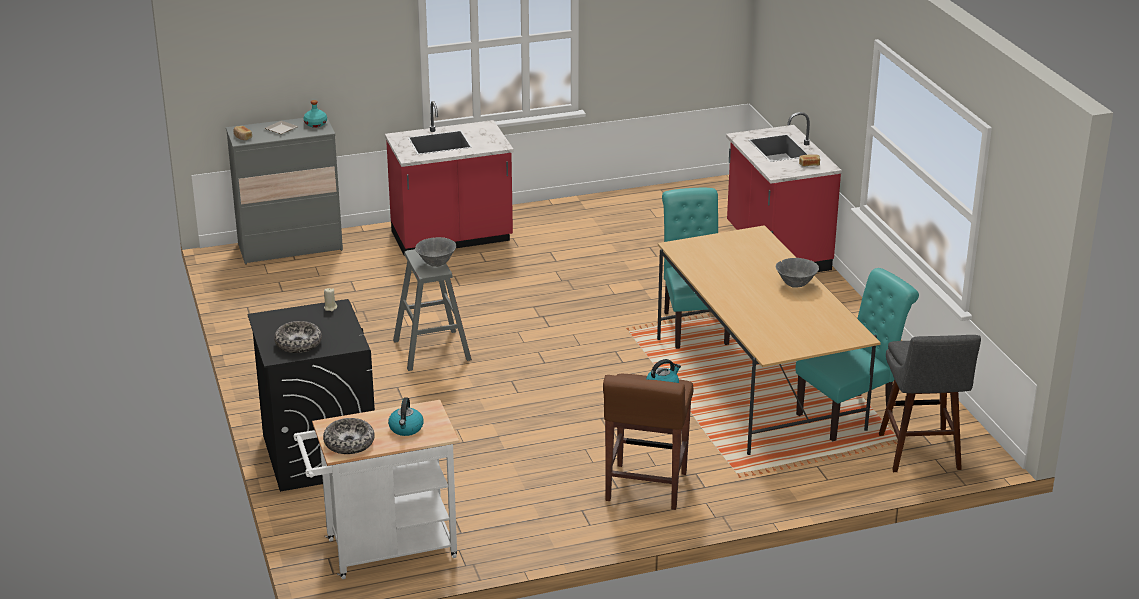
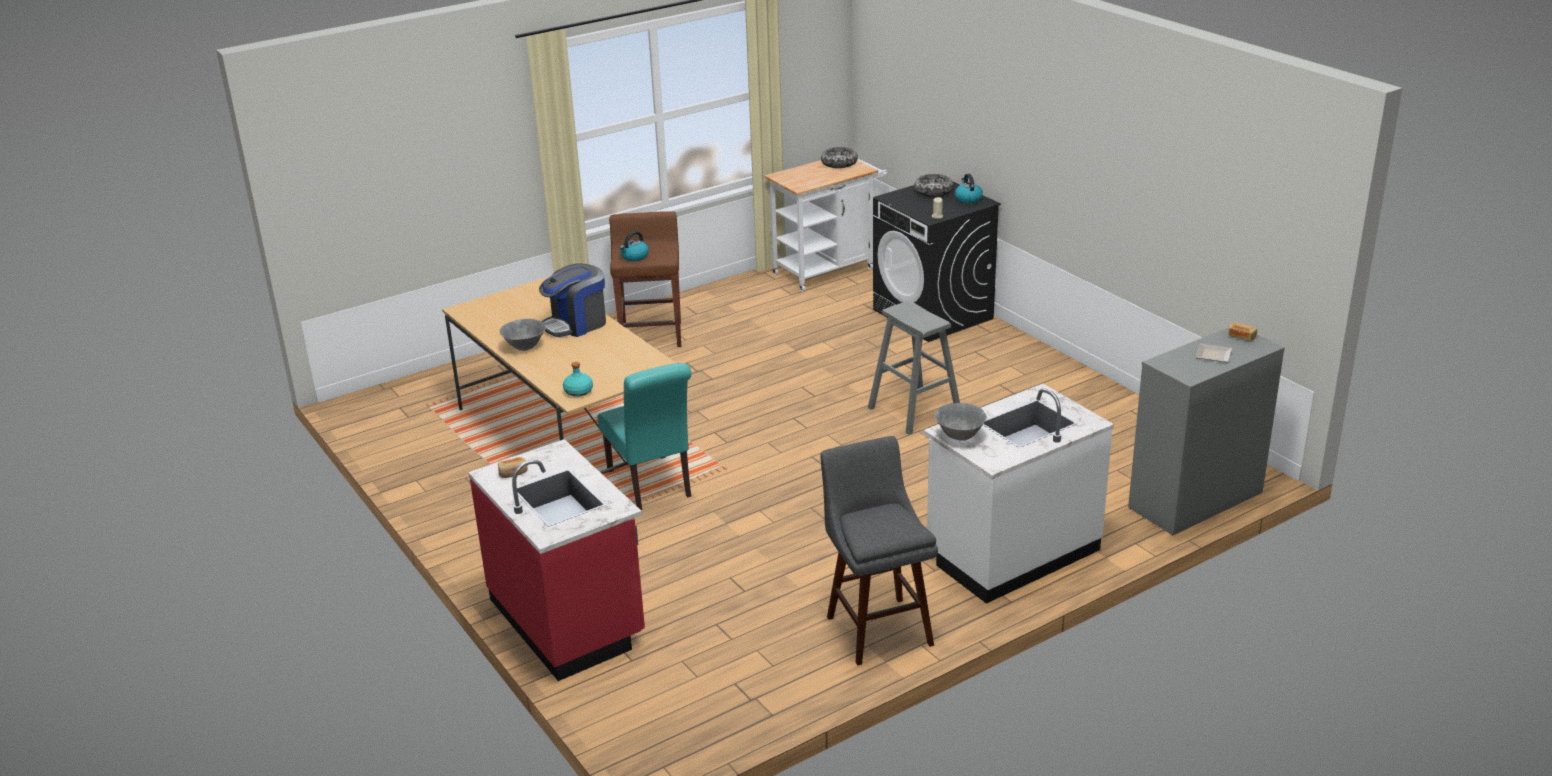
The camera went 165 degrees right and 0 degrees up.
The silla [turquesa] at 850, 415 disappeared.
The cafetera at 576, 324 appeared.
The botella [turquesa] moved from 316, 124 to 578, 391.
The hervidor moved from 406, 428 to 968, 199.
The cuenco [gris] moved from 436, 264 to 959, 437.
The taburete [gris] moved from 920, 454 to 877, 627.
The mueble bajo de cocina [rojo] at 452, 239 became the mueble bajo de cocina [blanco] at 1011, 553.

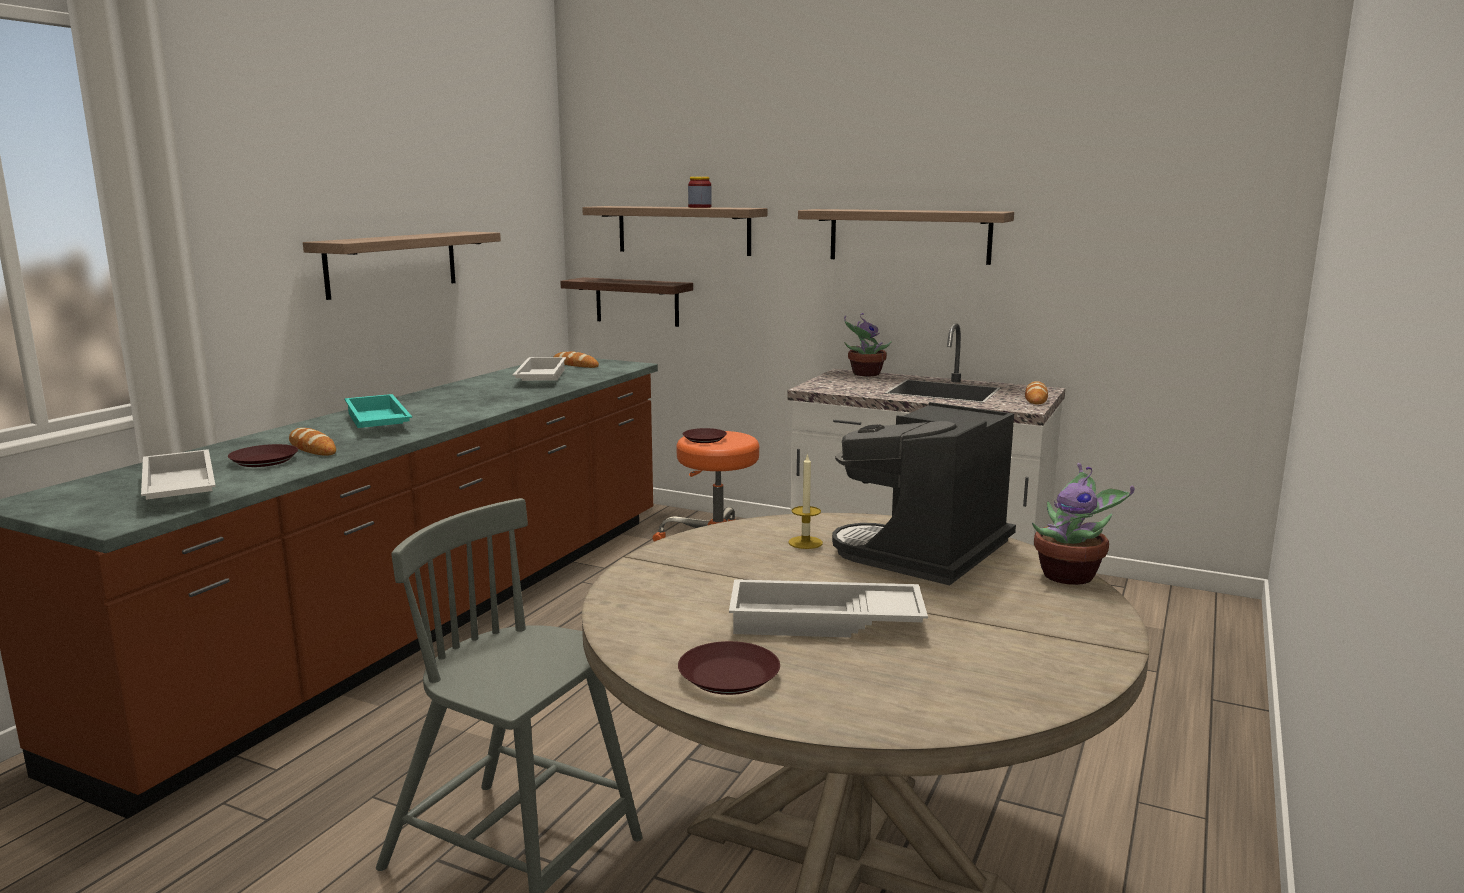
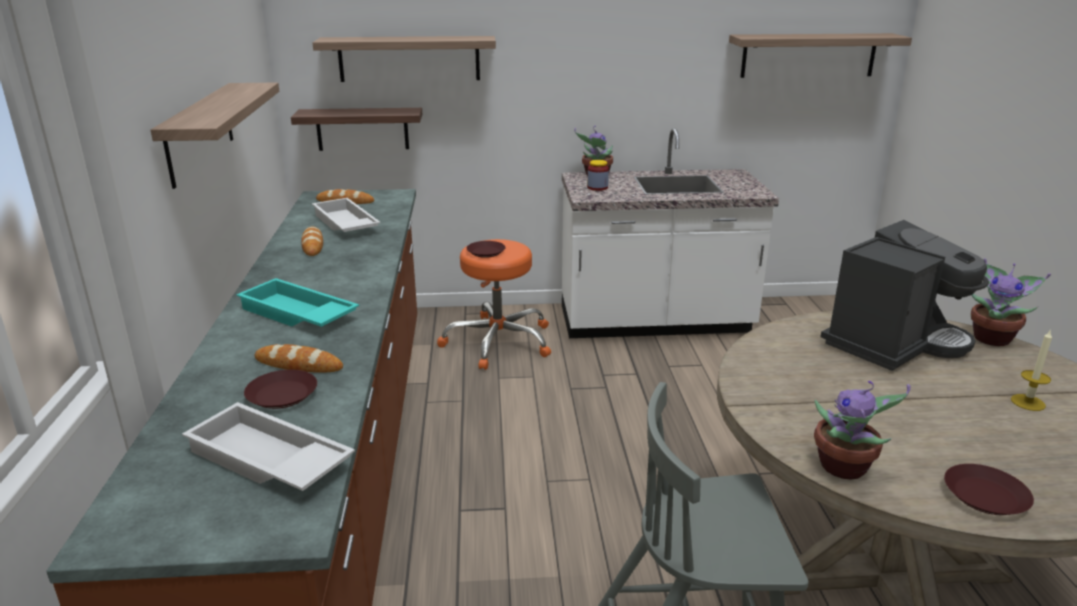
The camera went 30 degrees left and 10 degrees up.
The bandeja [blanco] at 824, 622 disappeared.
The planta en maceta at 845, 468 appeared.
The tarro moved from 699, 207 to 597, 187.
The vela moved from 805, 542 to 1028, 402.
The estante moved from 909, 236 to 808, 55.
The pan moved from 1036, 398 to 312, 245.
The cafetera at 926, 553 turned 135 degrees counterclockwise.

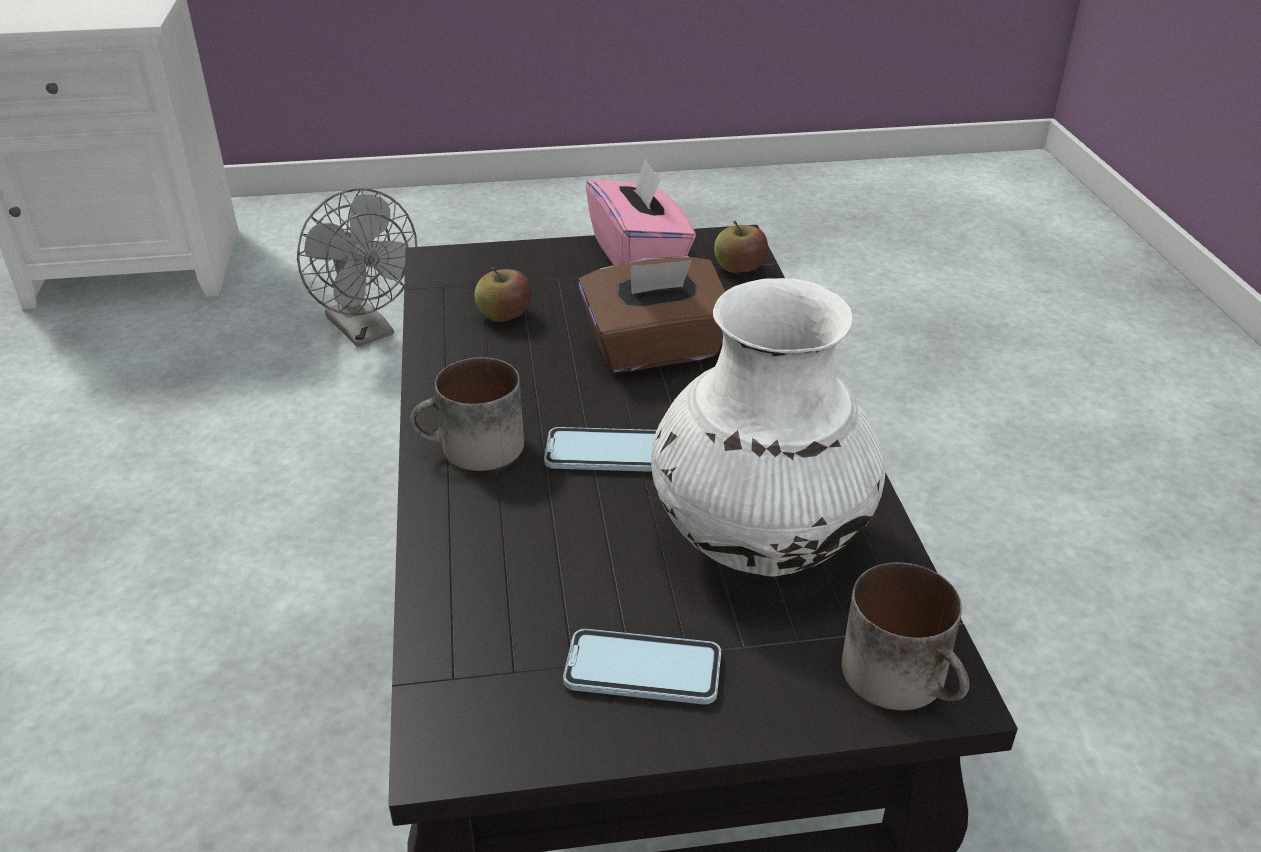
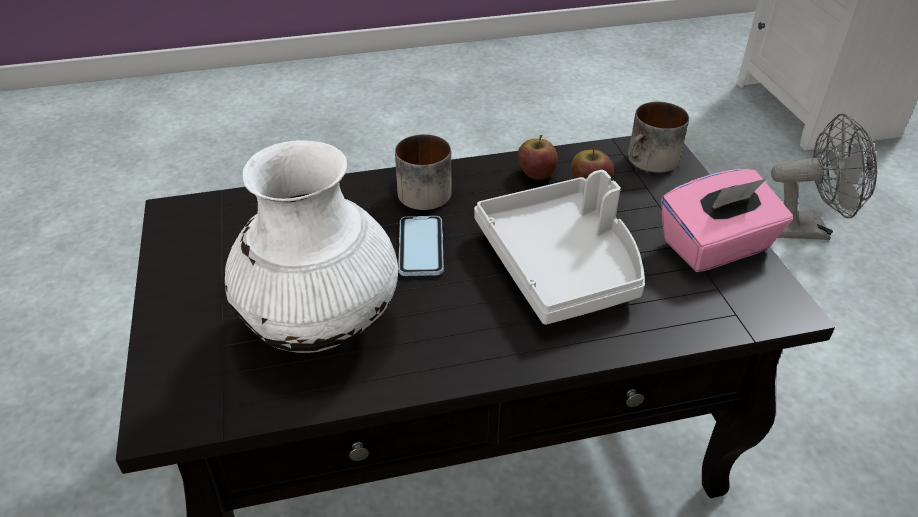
The camera went 85 degrees right and 5 degrees up.
The móvil at 643, 670 disappeared.
The manzana moved from 739, 268 to 536, 173.
The taza grande moved from 906, 678 to 650, 162.
The caja de pañuelos [marrón] at 655, 351 was replaced by the bandeja [gris] at 562, 264.
The ventilador [gris] at 367, 332 turned 135 degrees counterclockwise.

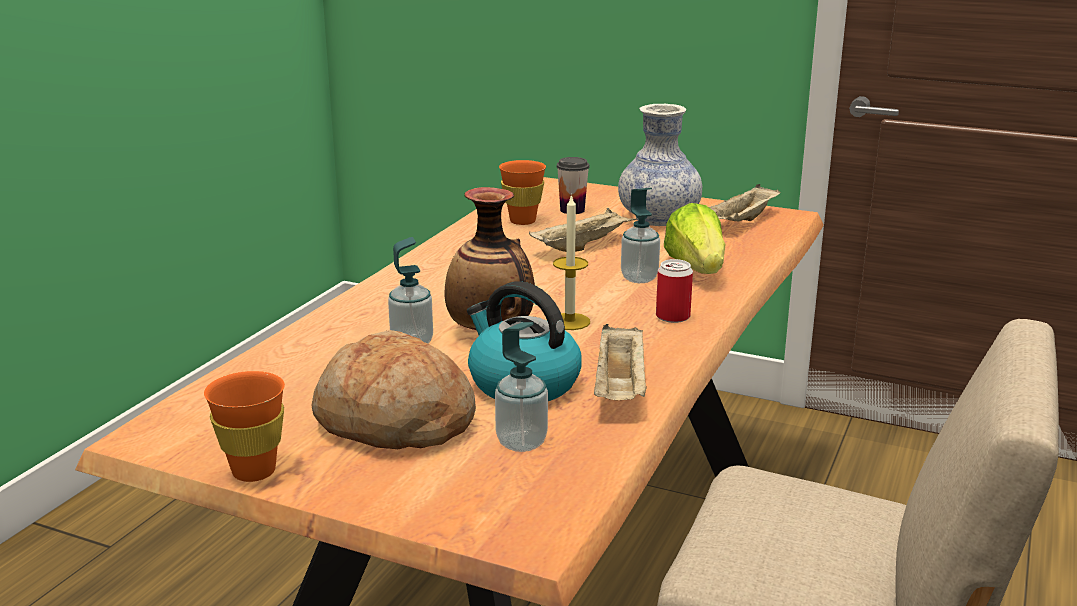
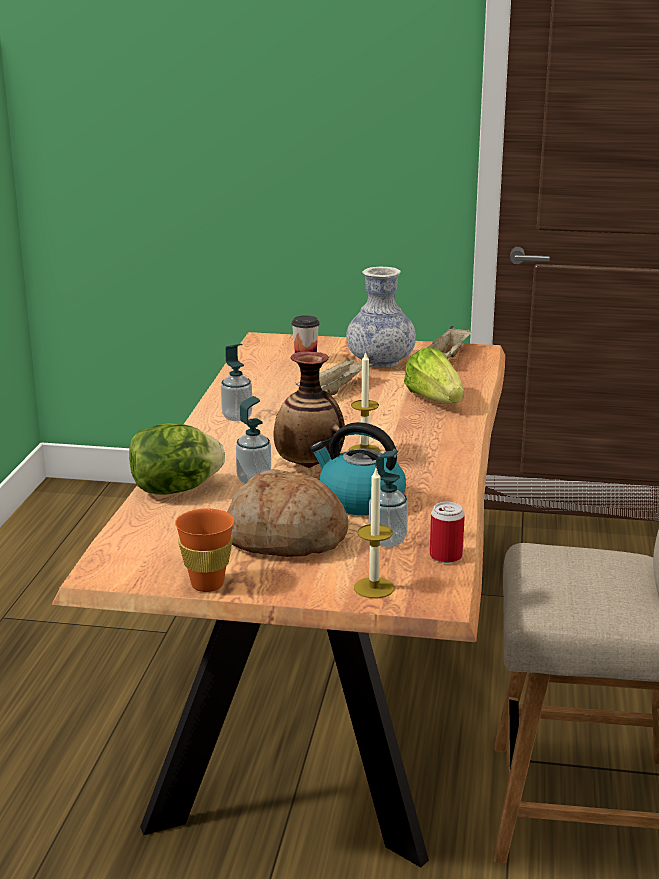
The camera went 15 degrees left and 0 degrees up.
The taza [naranja] at 522, 221 disappeared.
The bandeja [beis] at 620, 388 disappeared.
The lechuga at 175, 489 appeared.
The vela at 374, 588 appeared.
The dispensador de jabón moved from 639, 278 to 237, 417.
The lata moved from 672, 317 to 446, 556.

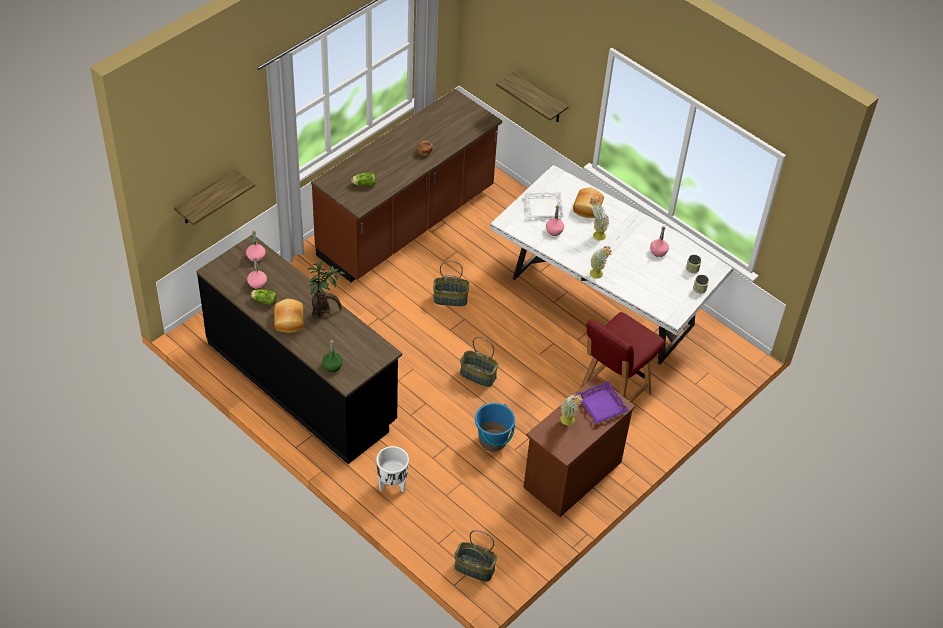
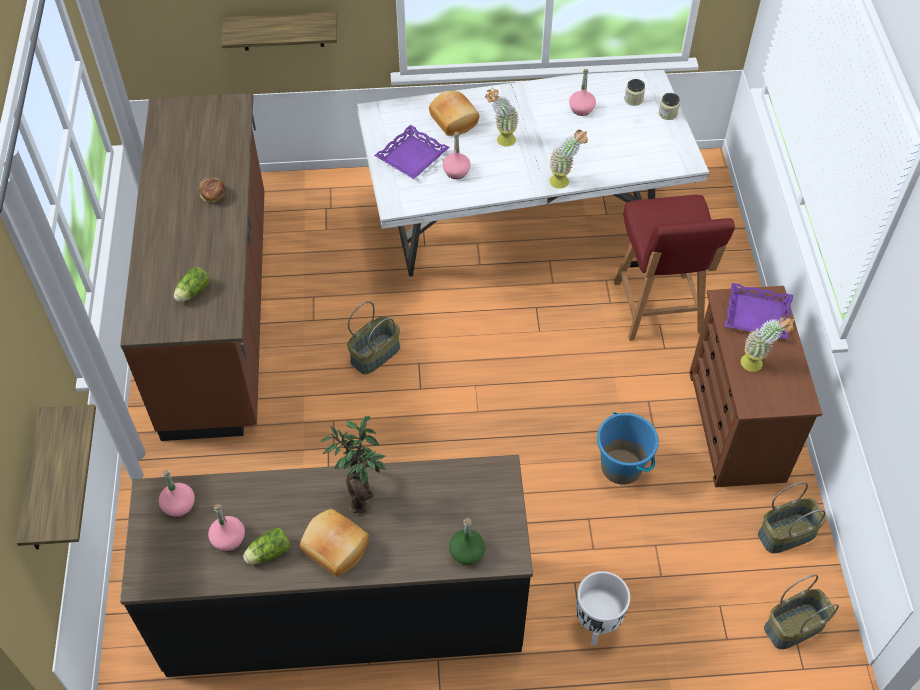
The camera went 45 degrees left and 5 degrees up.
The cesta moved from 478, 375 to 787, 533.
The bandeja [blanco] at 543, 208 became the bandeja [morado] at 412, 157.

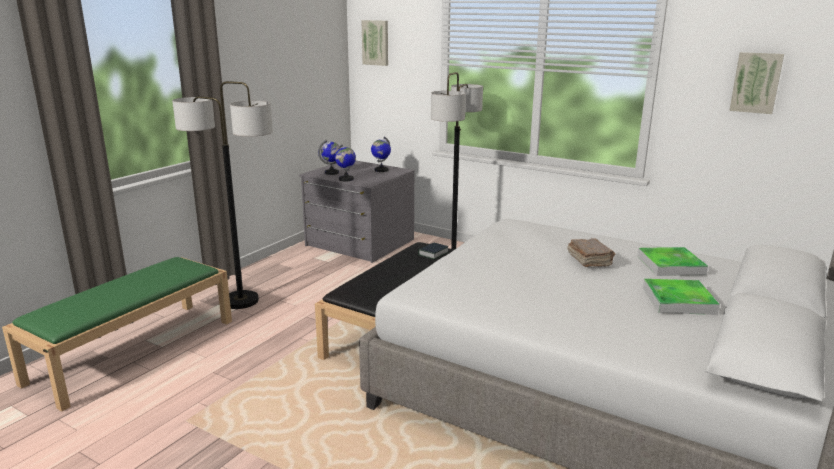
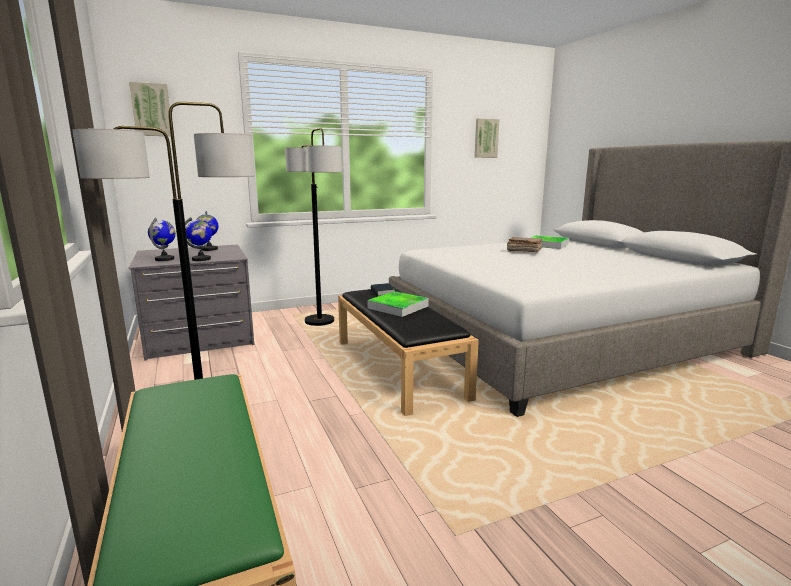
The camera went 55 degrees left and 5 degrees down.
The bandeja moved from 678, 301 to 398, 307.

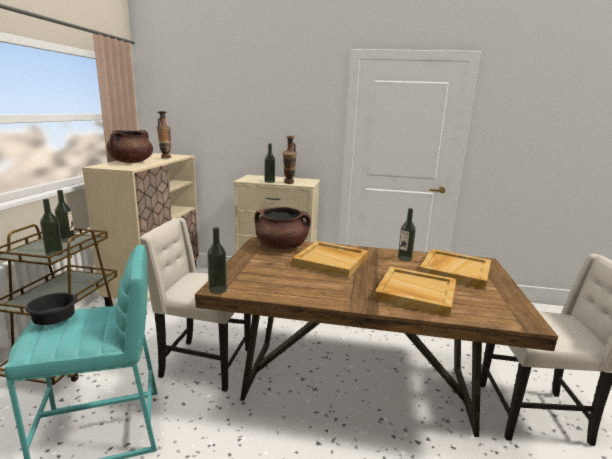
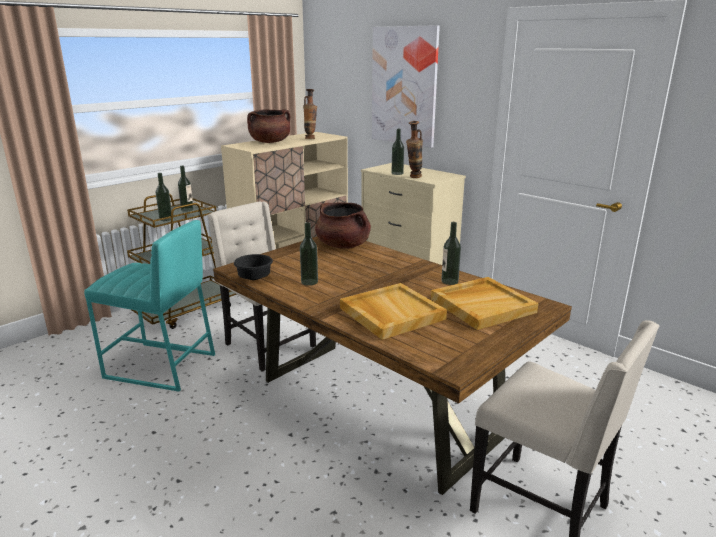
The camera went 35 degrees right and 5 degrees up.
The bandeja [beis] at 331, 261 disappeared.
The cuadro at 404, 86 appeared.
The cuenco [negro] moved from 56, 320 to 255, 277.
The botella moved from 217, 290 to 309, 282.

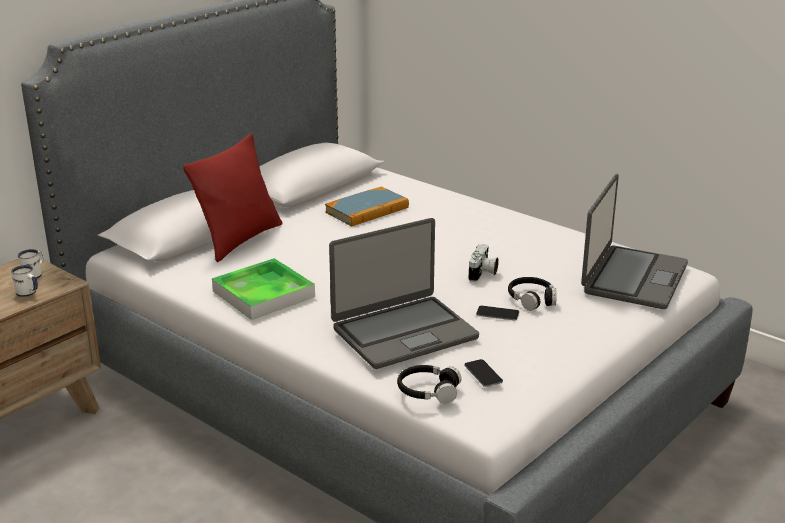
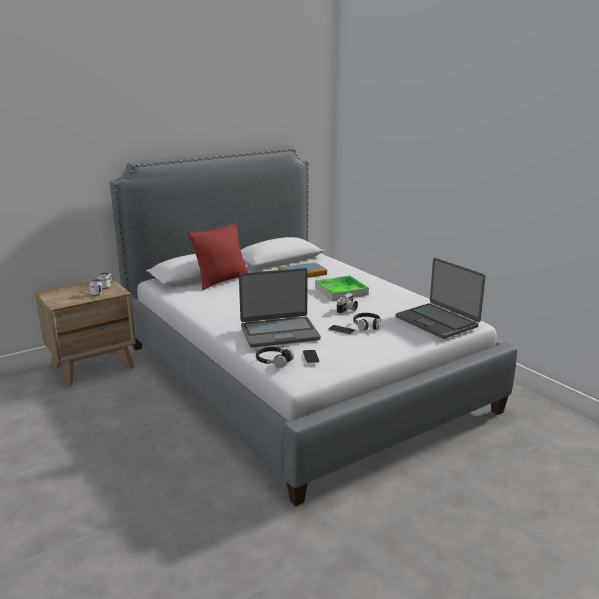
The camera went 15 degrees right and 5 degrees down.
The bandeja moved from 263, 294 to 341, 291.
The portátil at 633, 278 turned 105 degrees clockwise.

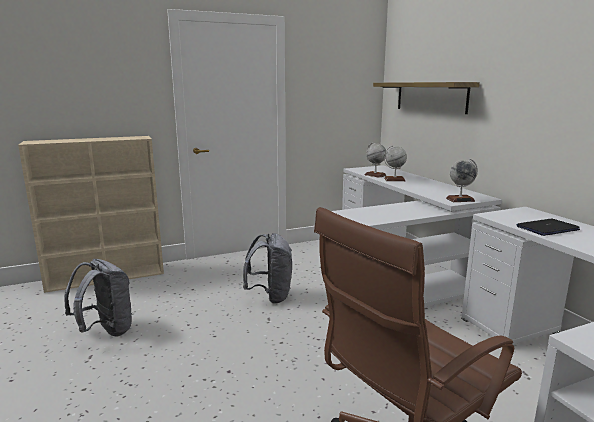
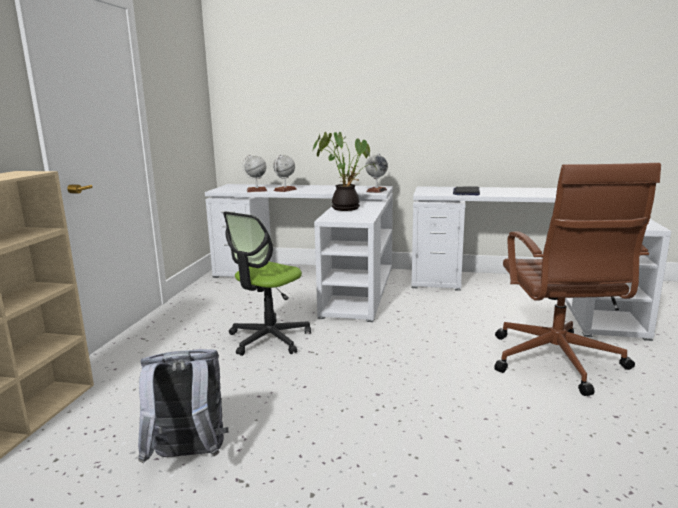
The camera went 55 degrees left and 0 degrees up.
The estante at 430, 96 disappeared.
The planta en maceta at 346, 208 appeared.
The mochila [gris] at 270, 296 was replaced by the silla de oficina at 269, 339.

